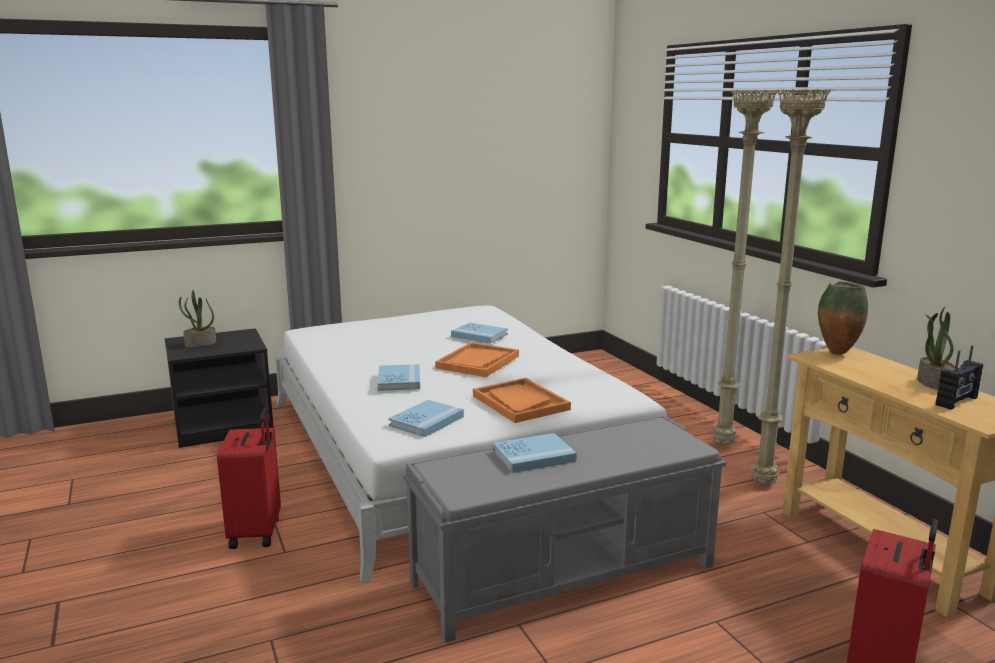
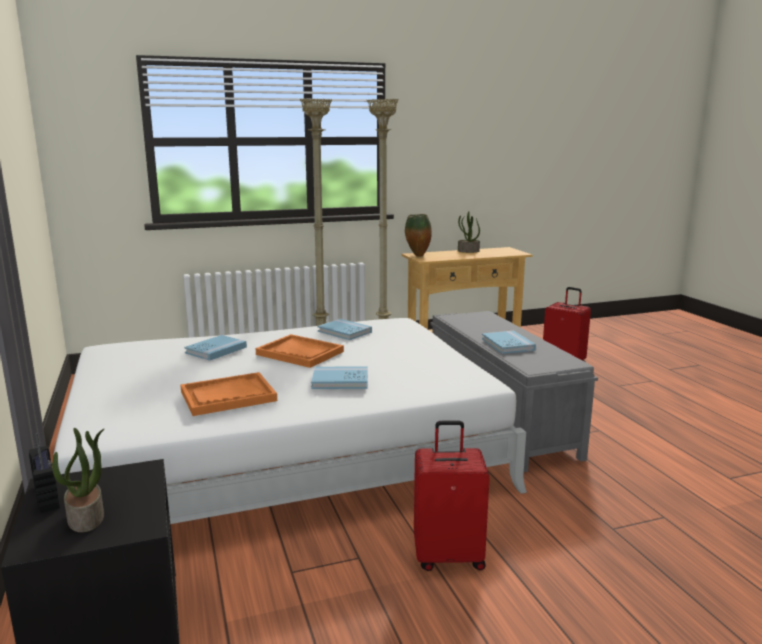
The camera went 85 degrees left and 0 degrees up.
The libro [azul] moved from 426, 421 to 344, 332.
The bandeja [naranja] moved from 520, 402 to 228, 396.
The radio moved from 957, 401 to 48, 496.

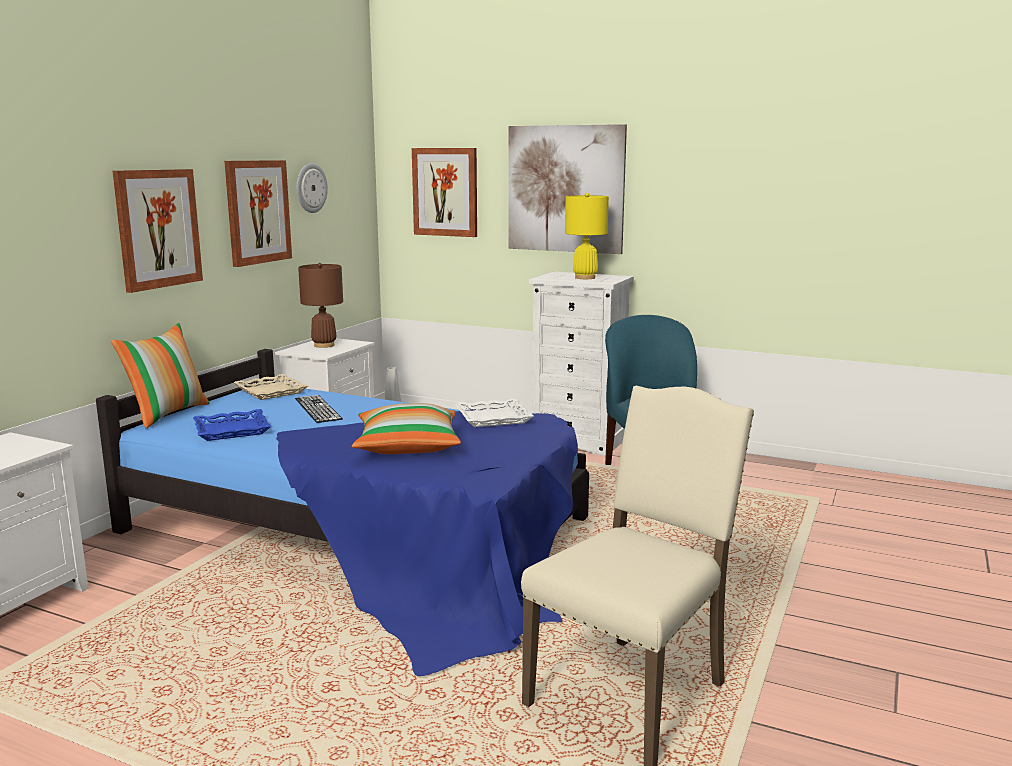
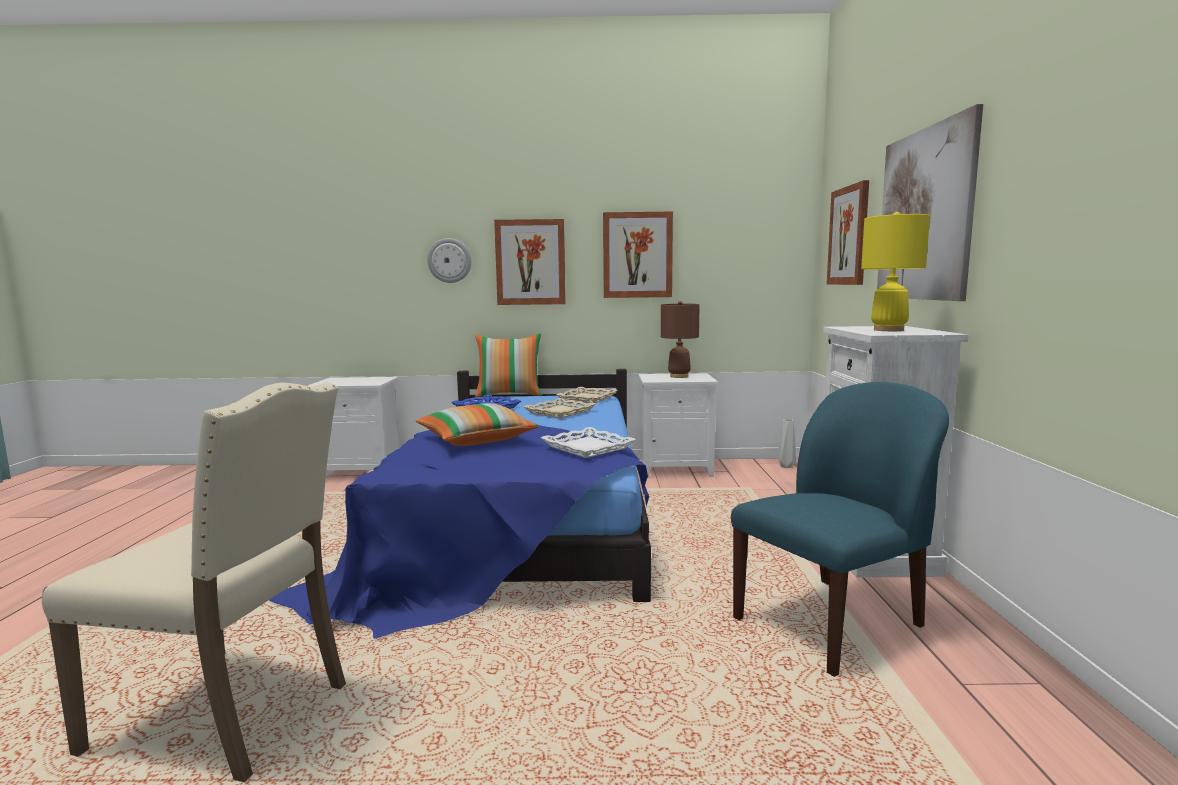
The camera went 65 degrees right and 5 degrees down.
The reloj de pared moved from 310, 188 to 449, 260.
The teclado at 317, 409 was replaced by the bandeja [beis] at 559, 412.

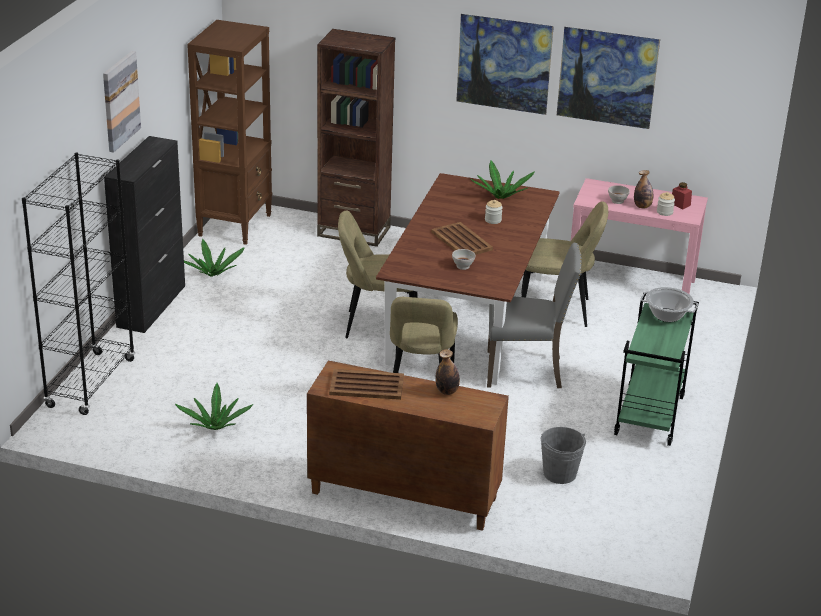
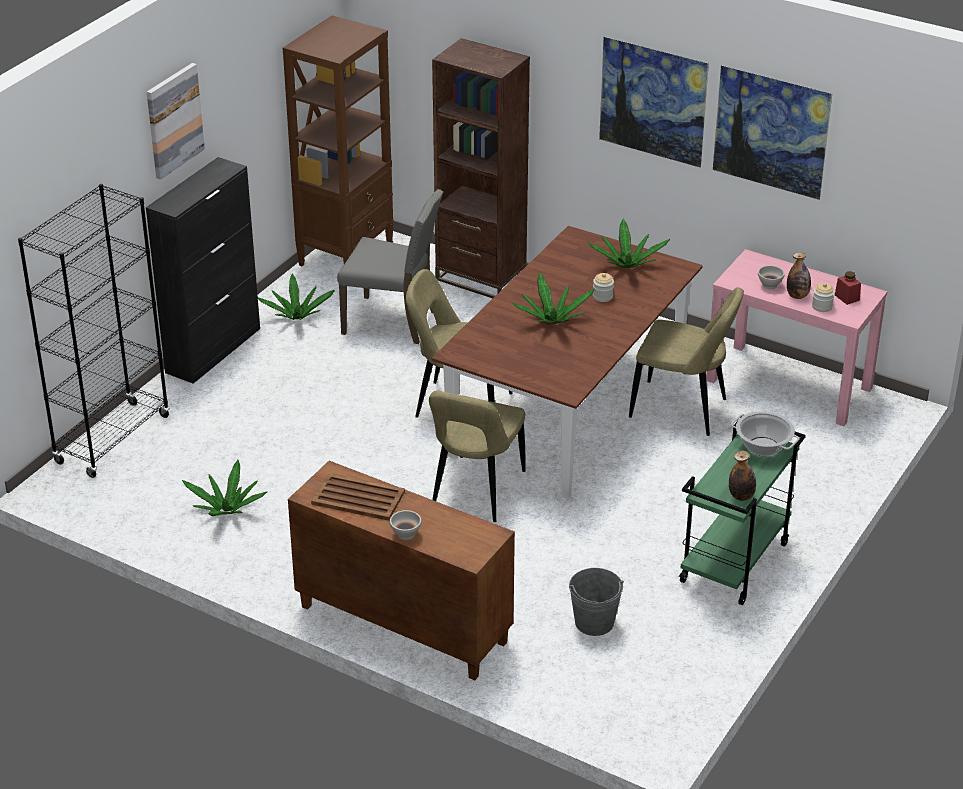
The camera went 15 degrees right and 5 degrees up.
The botella moved from 447, 391 to 741, 496.
The cuenco [blanco] moved from 463, 266 to 406, 534.
The silla [gris] moved from 526, 370 to 392, 321.
The bandeja [marrón] at 462, 241 was replaced by the planta en maceta at 552, 321.

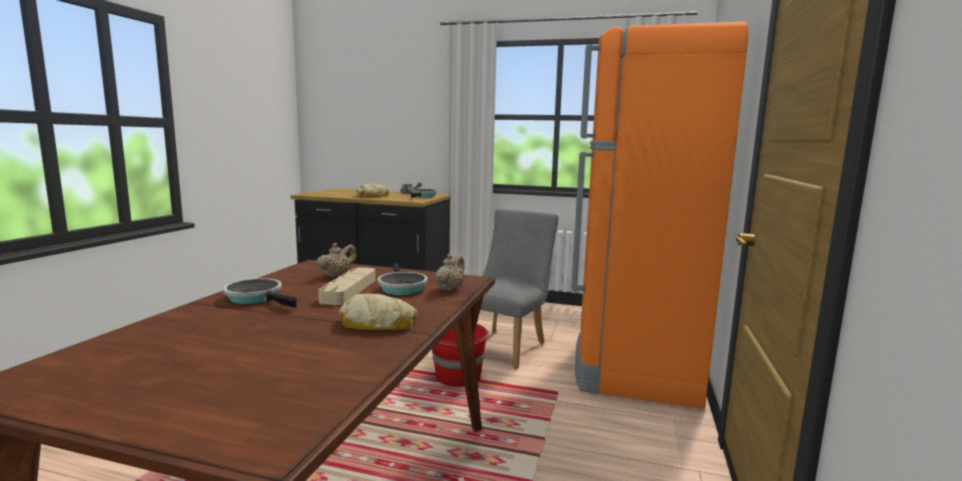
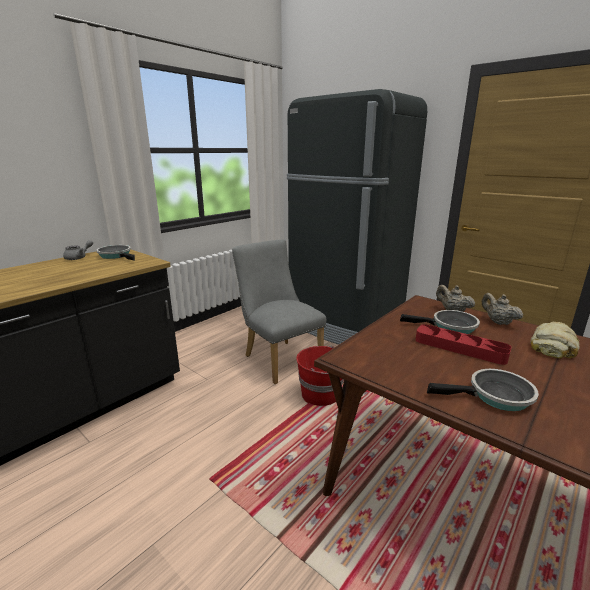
The camera went 65 degrees left and 10 degrees up.
The pan at 372, 196 disappeared.
The tetera [beis] moved from 337, 275 to 497, 322.
The bandeja [beis] at 349, 290 became the bandeja [rojo] at 460, 348.
The nevera [naranja] at 635, 367 became the nevera [negro] at 344, 325.
The sartén at 257, 298 turned 150 degrees counterclockwise.

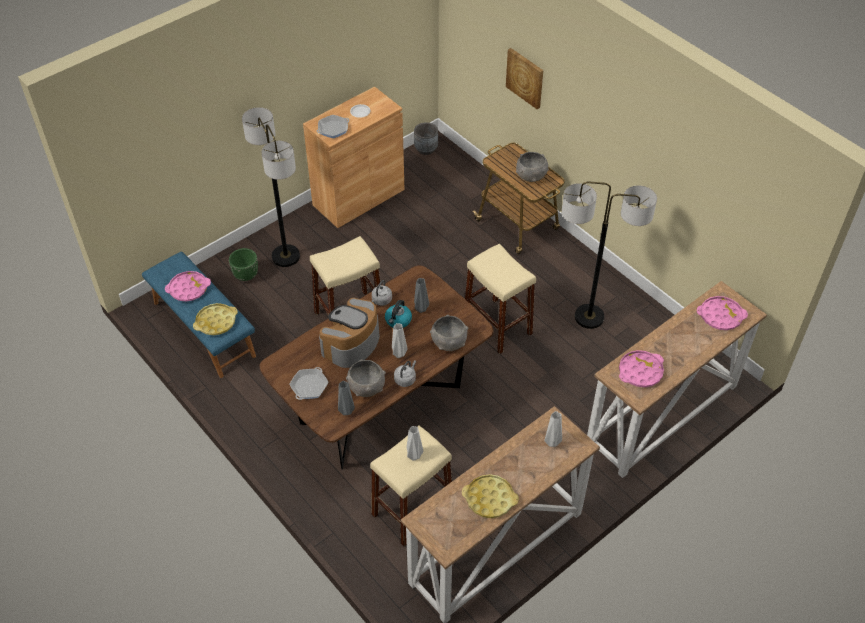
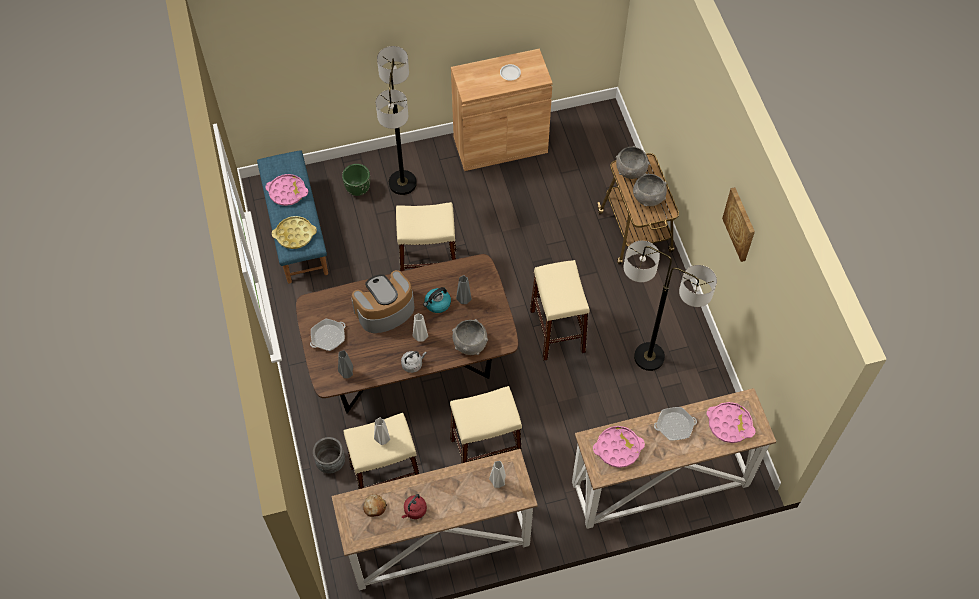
The camera went 25 degrees right and 10 degrees up.
The hervidor [gris] at 381, 301 disappeared.
The pan at 374, 507 appeared.
The taburete [beis] at 485, 450 appeared.
The sartén moved from 333, 129 to 674, 426.
The cuenco [gris] moved from 366, 388 to 630, 171.
The maceta [gris] moved from 426, 149 to 331, 462.
The cuadro moved from 525, 77 to 740, 224.
The bandeja [amarillo] at 489, 499 was replaced by the hervidor [rojo] at 414, 511.

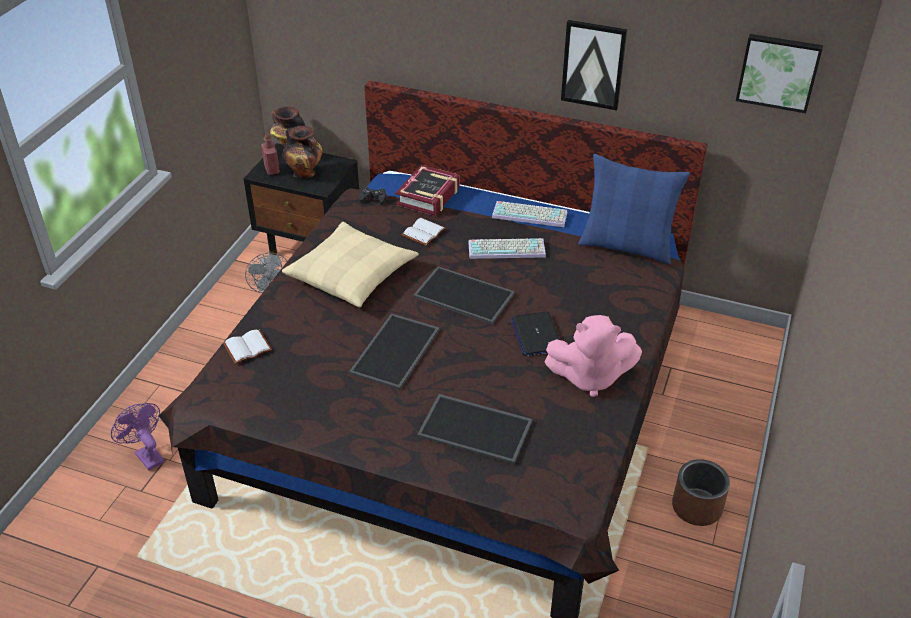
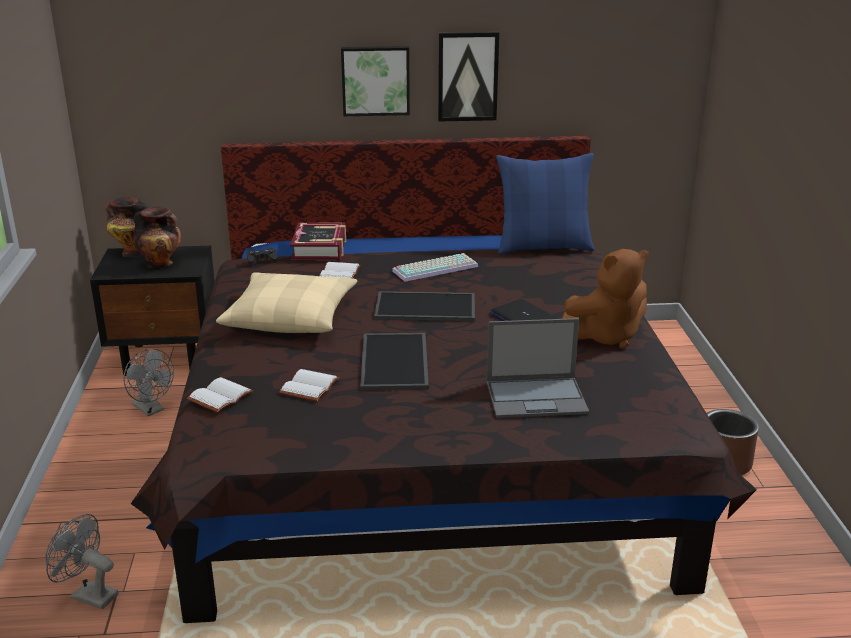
The camera went 25 degrees left and 15 degrees down.
The botella [rojo] at 272, 170 disappeared.
The teclado at 530, 214 disappeared.
The libro [blanco] at 308, 386 appeared.
The cuadro moved from 778, 72 to 375, 80.
The bandeja at 476, 428 was replaced by the portátil at 537, 397.
The ventilador [morado] at 146, 455 became the ventilador [gris] at 88, 595.
The peluche [rosa] at 590, 377 became the peluche [marrón] at 605, 336.

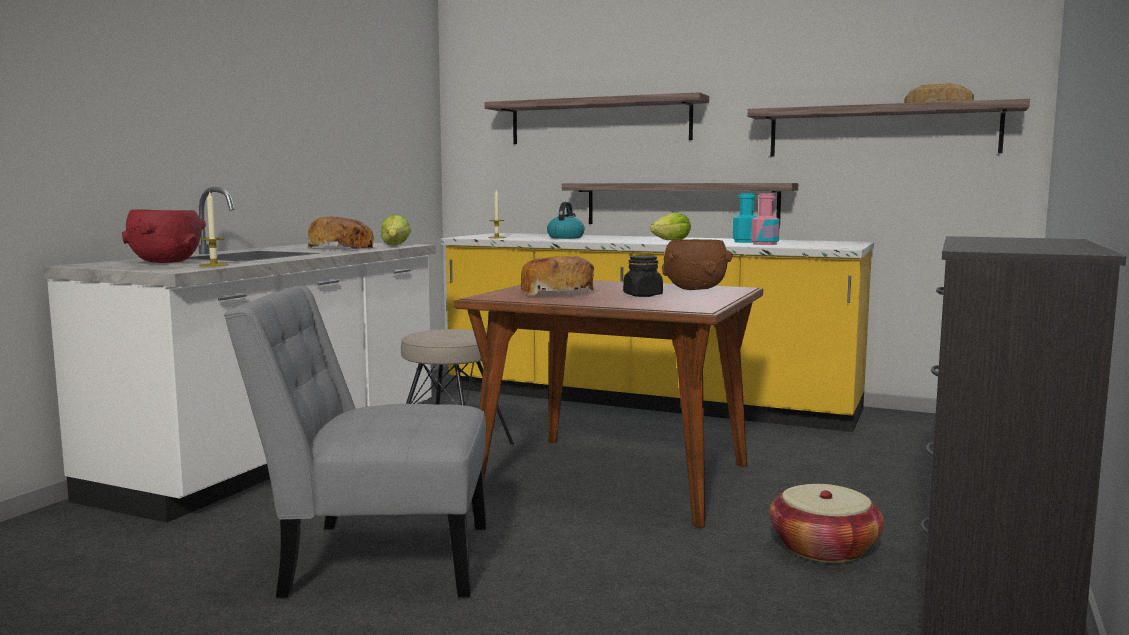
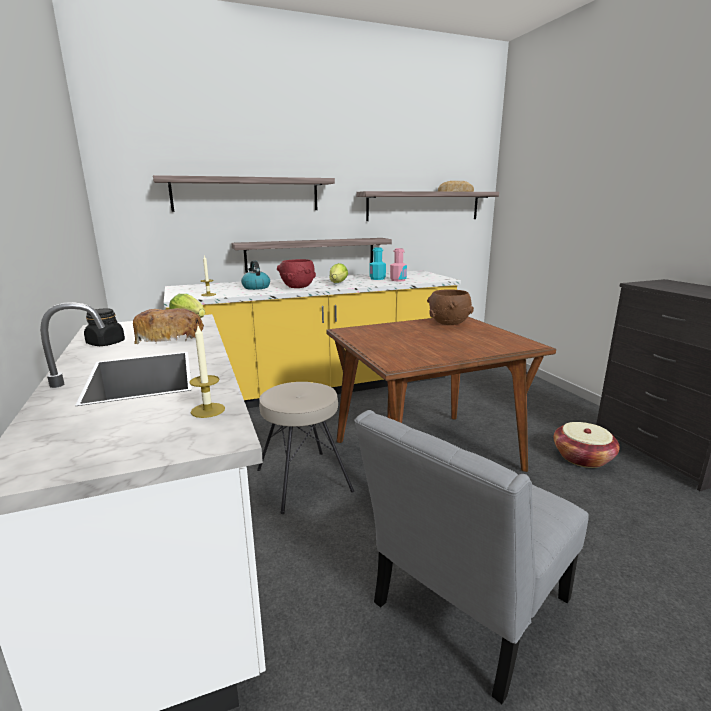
The camera went 45 degrees left and 10 degrees up.
The pan at 556, 293 disappeared.
The cuenco [rojo] moved from 165, 262 to 298, 287.
The tarro [negro] moved from 643, 295 to 106, 343.

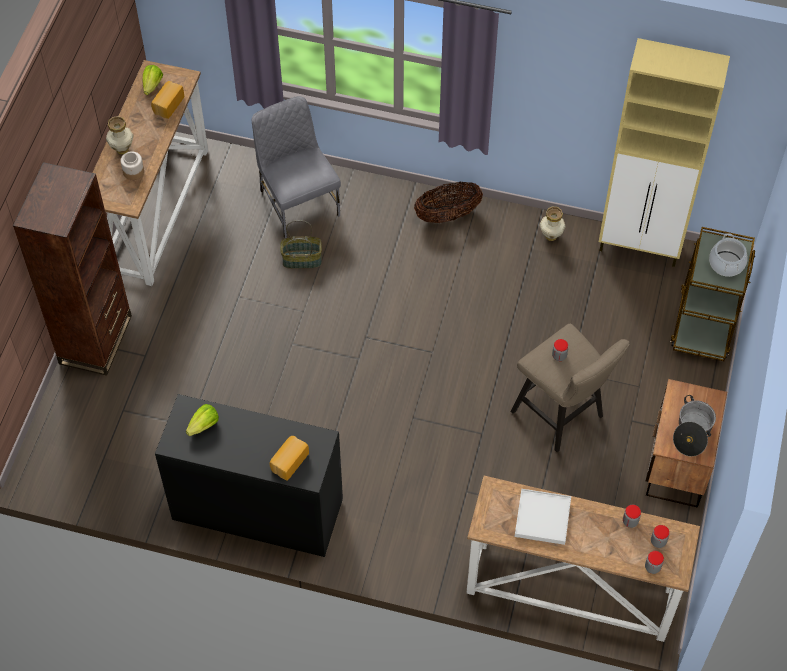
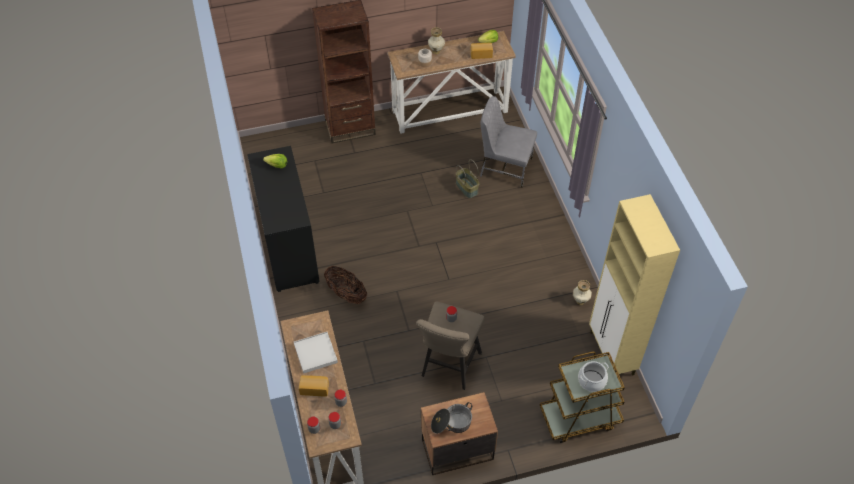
The camera went 60 degrees right and 5 degrees down.
The pan moved from 288, 461 to 314, 388.
The cesta moved from 447, 215 to 346, 294.
The silla [gris] at 298, 202 turned 105 degrees counterclockwise.

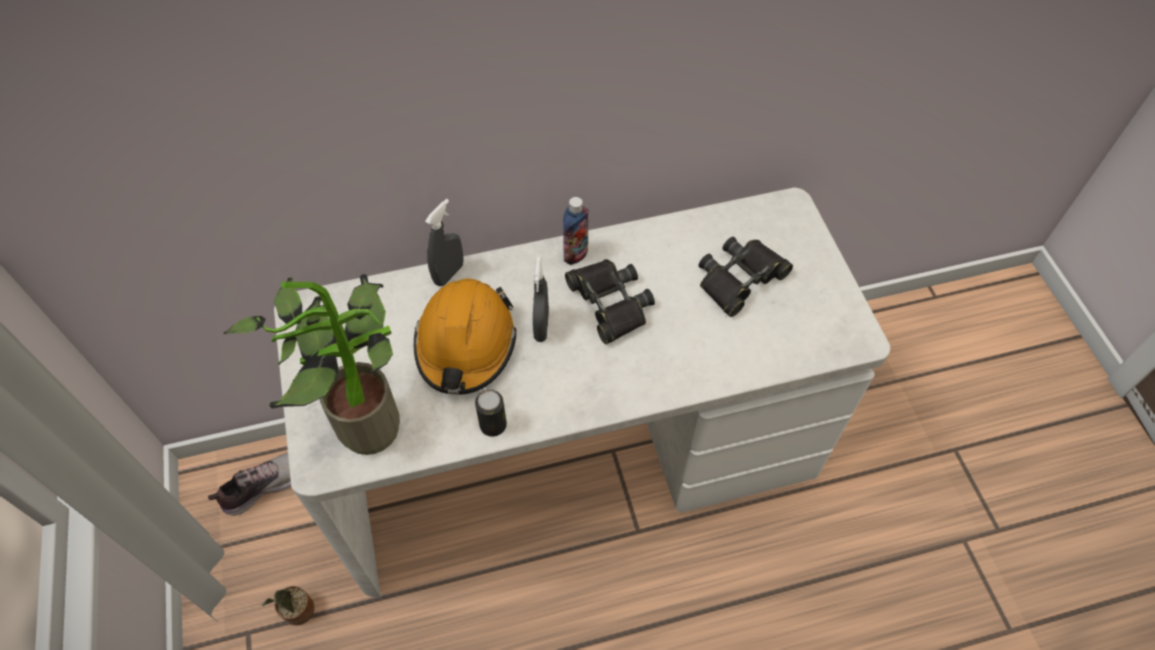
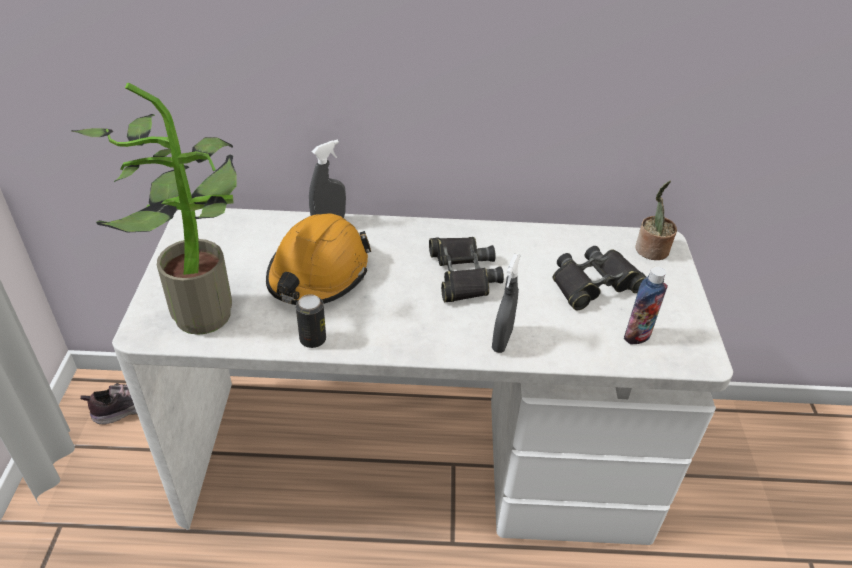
The camera went 15 degrees right and 15 degrees down.
The planta en maceta moved from 297, 612 to 651, 251.
The pulverizador [gris] moved from 541, 327 to 502, 340.
The botella moved from 576, 254 to 637, 336.

